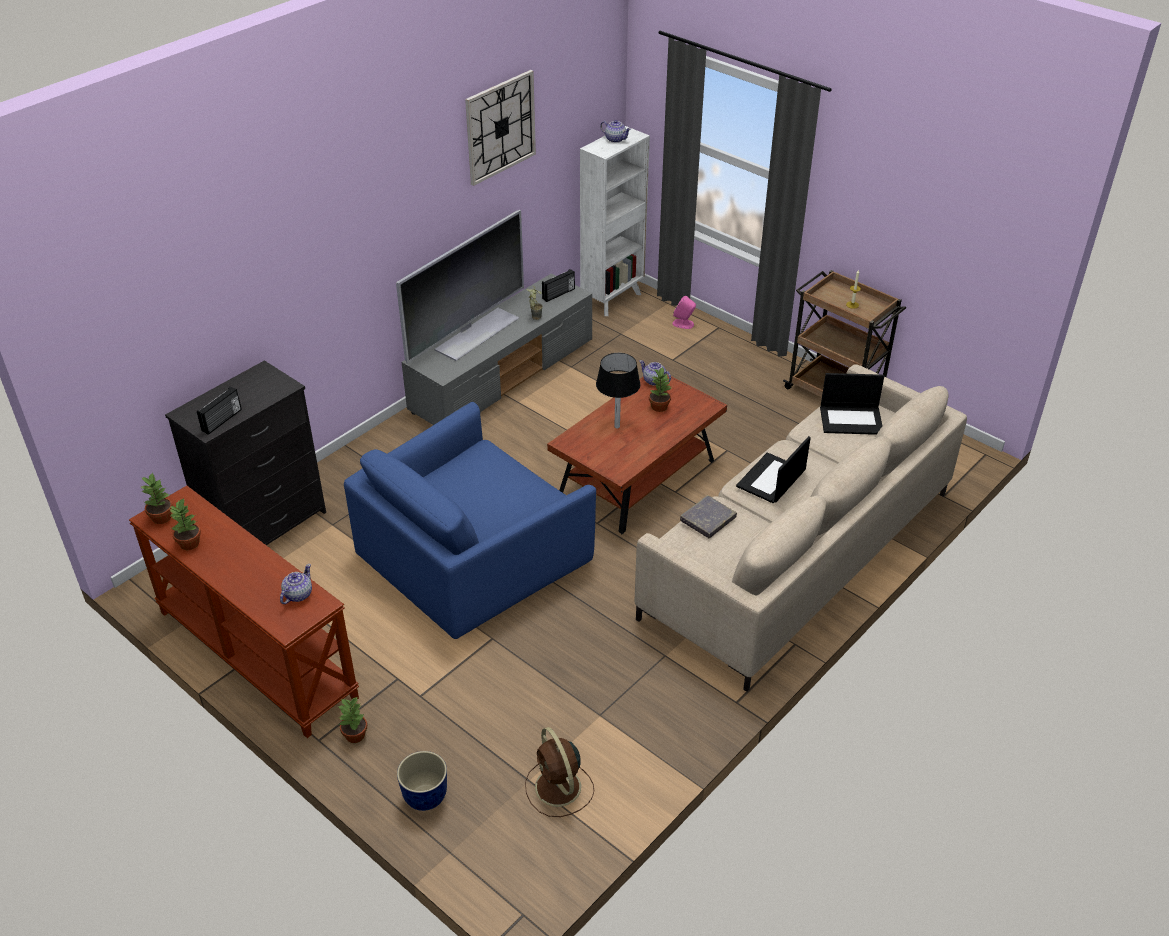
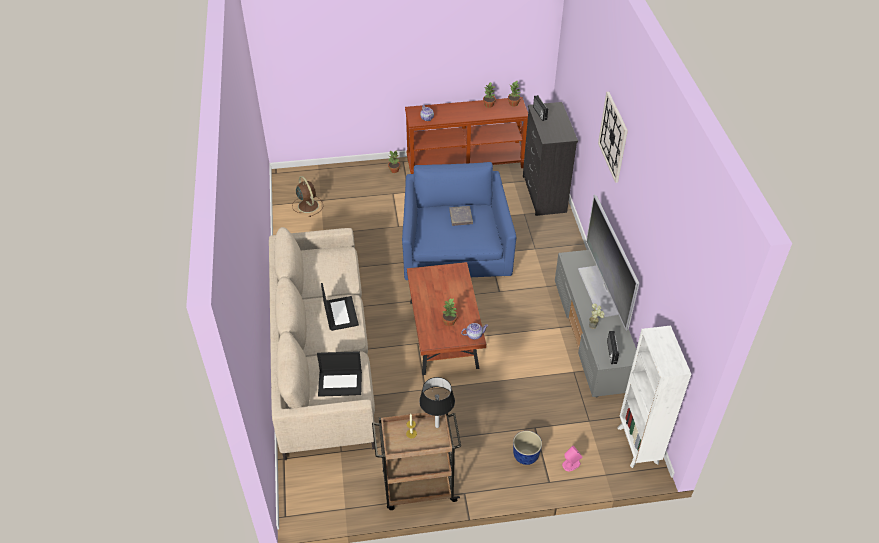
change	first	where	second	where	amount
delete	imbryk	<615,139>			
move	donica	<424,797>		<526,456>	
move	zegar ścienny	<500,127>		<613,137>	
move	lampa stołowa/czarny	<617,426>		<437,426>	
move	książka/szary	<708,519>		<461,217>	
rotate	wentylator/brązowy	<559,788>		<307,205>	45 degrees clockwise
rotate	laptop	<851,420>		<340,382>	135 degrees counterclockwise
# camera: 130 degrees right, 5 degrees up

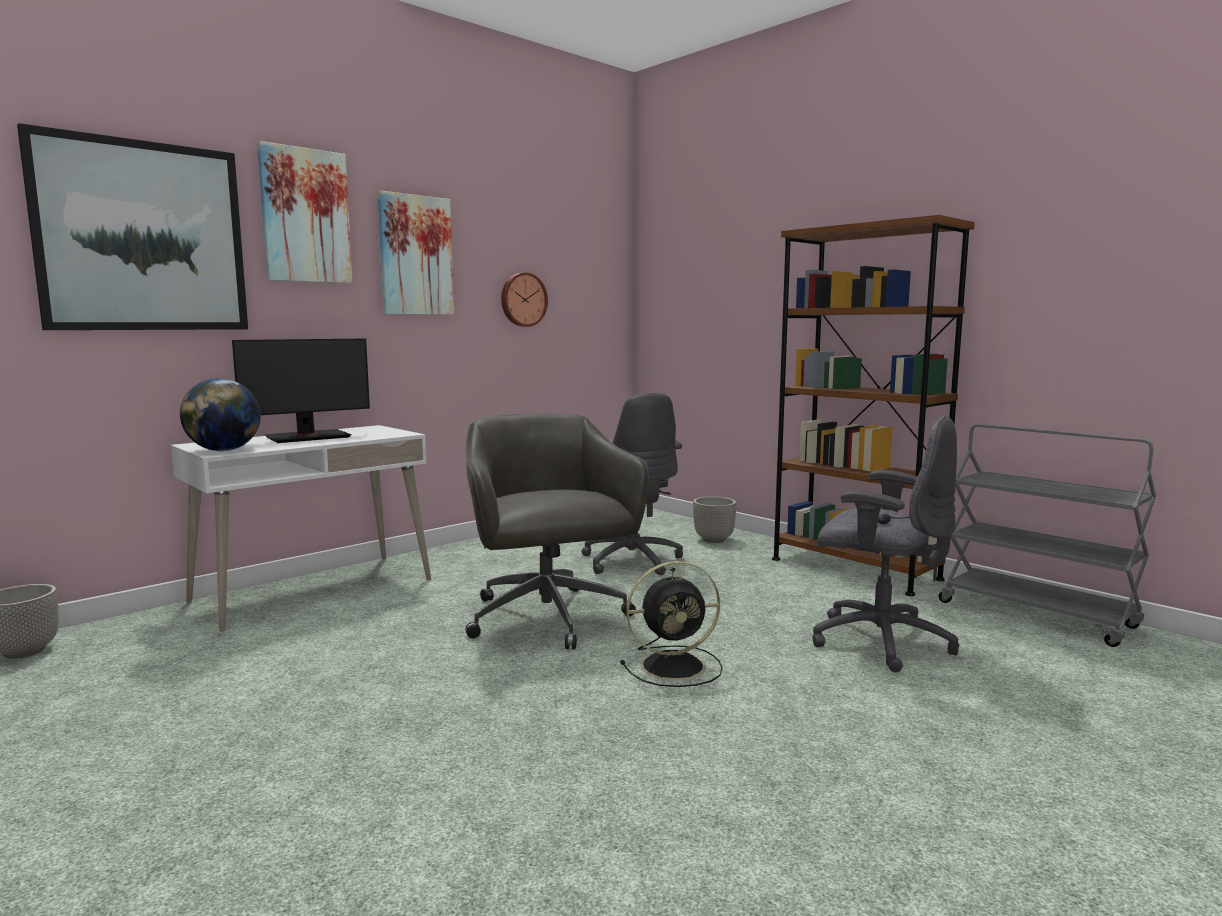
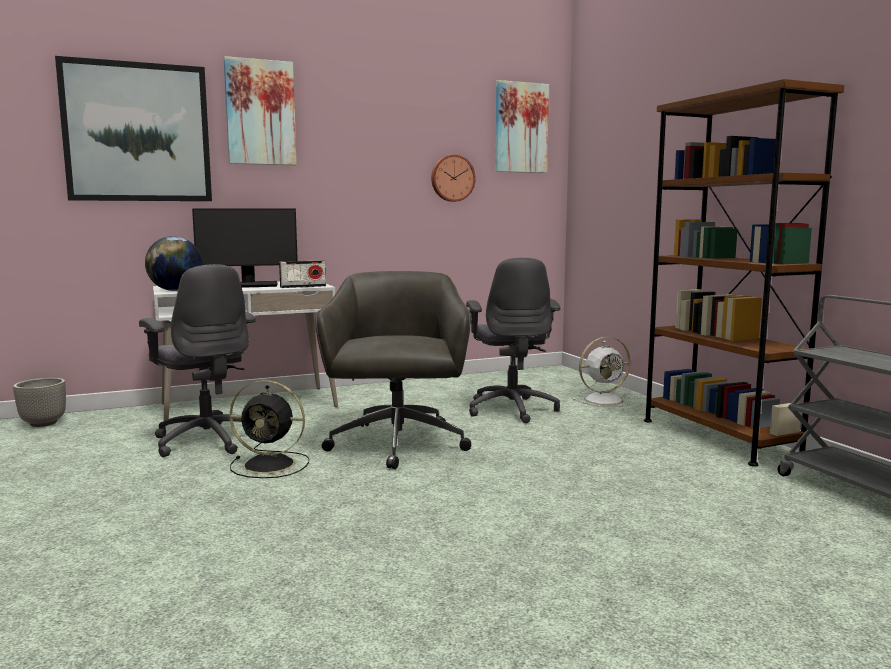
change	first	where	second	where	amount
insert			radio	<303,287>	
move	obraz	<415,255>		<520,128>	
move	wentylator/czarny	<676,666>		<271,465>	
move	krzesło biurowe/szary	<878,641>		<207,440>	
replace	donica	<713,539>	wentylator/biały	<605,400>	
# camera: 20 degrees right, 0 degrees up

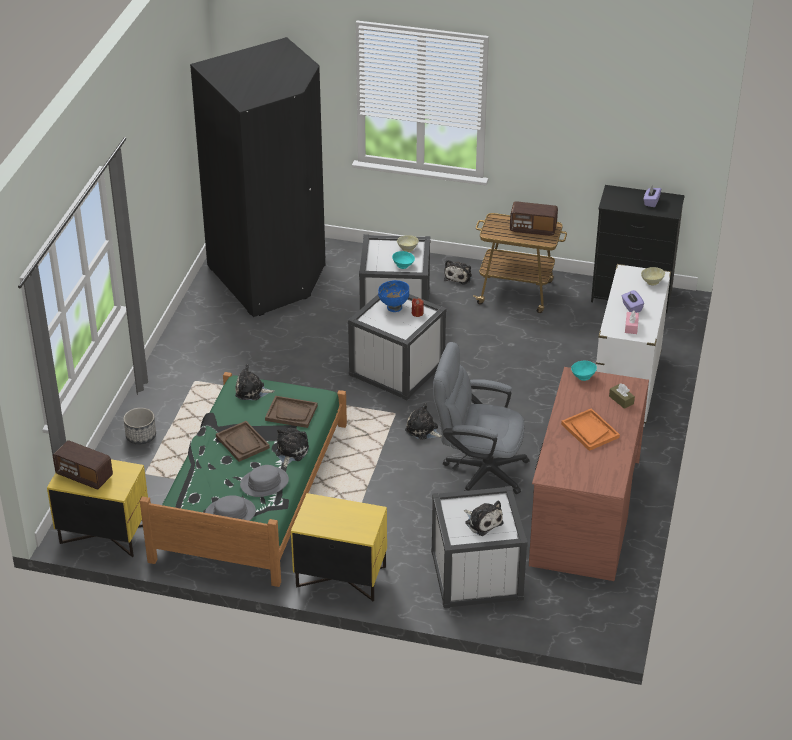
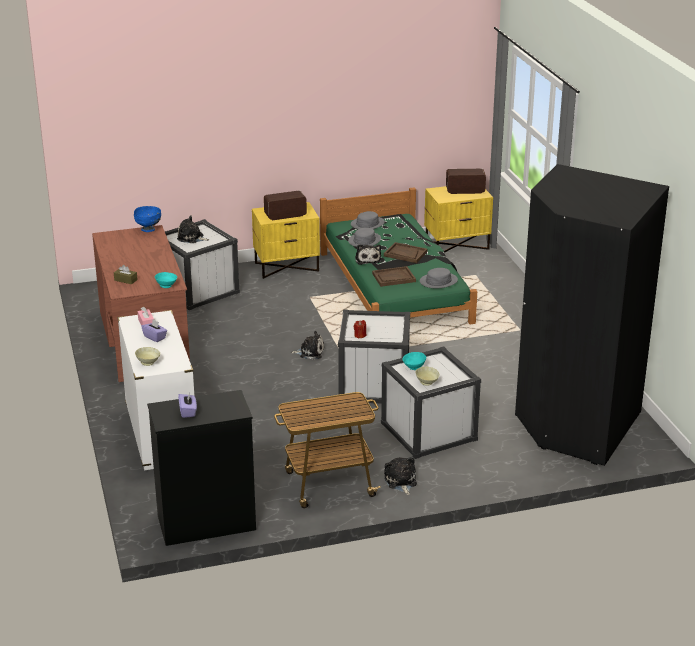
change	first	where	second	where	amount
delete	donica	<141,436>			
delete	krzesło biurowe/szary	<477,469>			
delete	taca/pomarańczowy	<589,431>			
move	miska/niebieski	<394,307>		<148,230>	
move	radio	<533,229>		<285,215>	
replace	pluszak	<252,391>	kapelusz/szary	<438,281>	
# camera: 150 degrees right, 10 degrees down

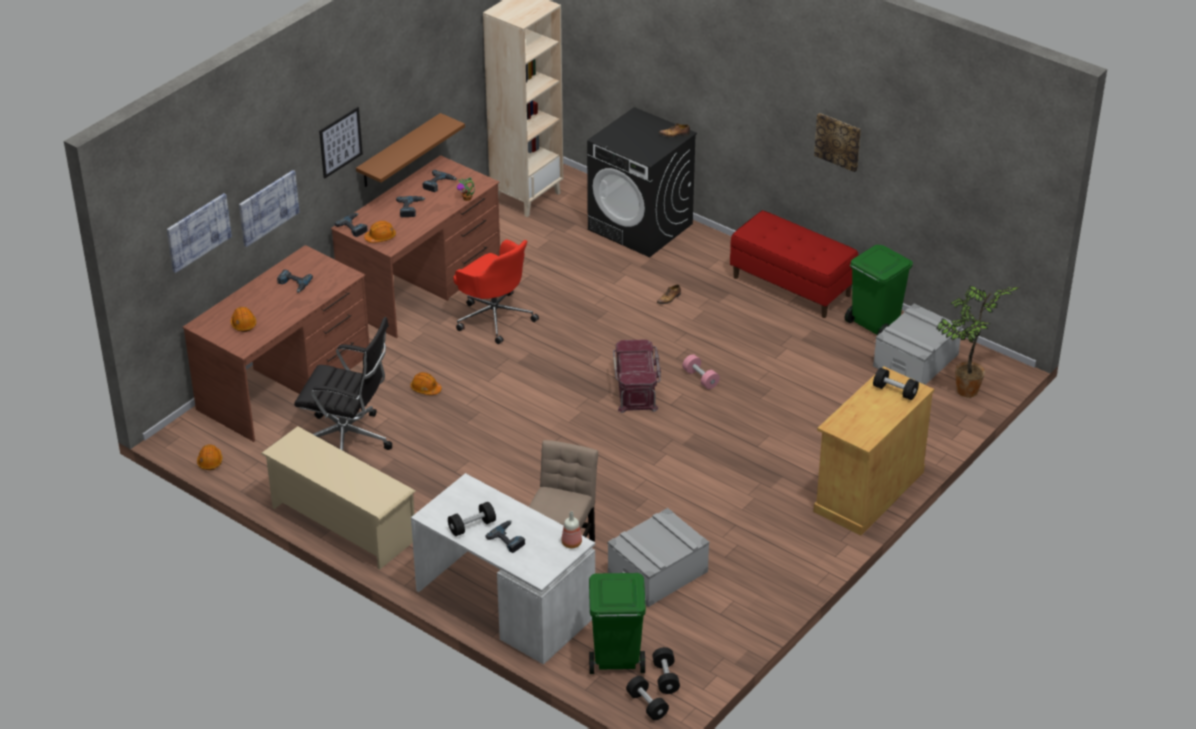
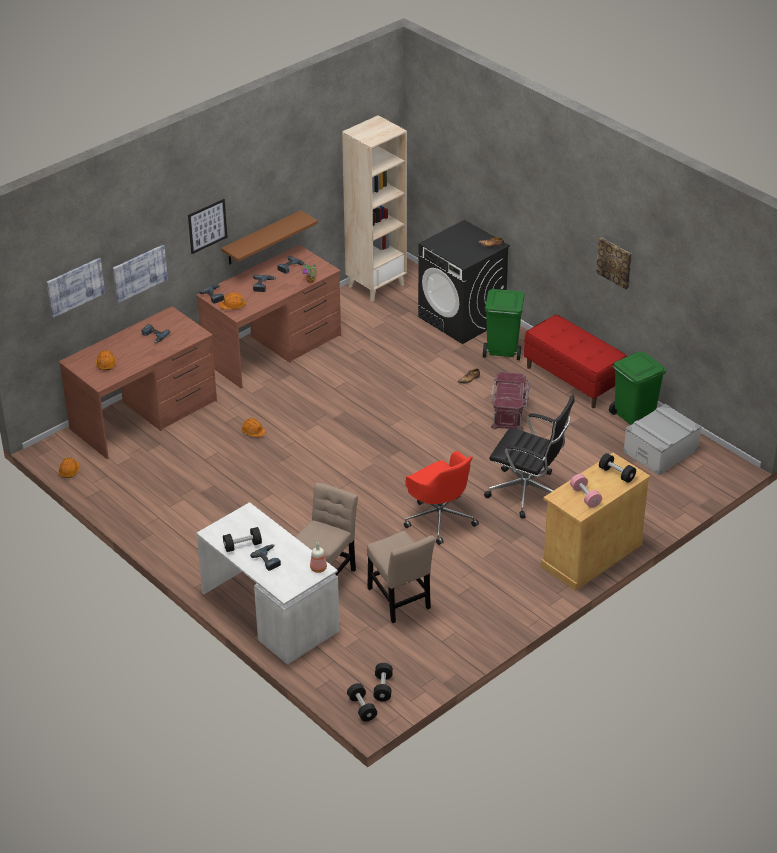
change	first	where	second	where	amount
delete	regał na buty/beżowy	<342,524>			
delete	roślina doniczkowa	<965,392>			
move	krzesło biurowe/czarny	<348,441>		<527,493>	
move	krzesło biurowe/czerwony	<494,317>		<439,518>	
move	kosz na śmieci/zielony	<616,660>		<502,352>	
move	pojemnik do przechowywania/czerwony	<636,388>		<509,412>	
move	hantel/różowy	<700,378>		<585,497>	
replace	pojemnik do przechowywania/szary	<657,572>	krzesło/beżowy	<400,601>	
# camera: 10 degrees right, 0 degrees up

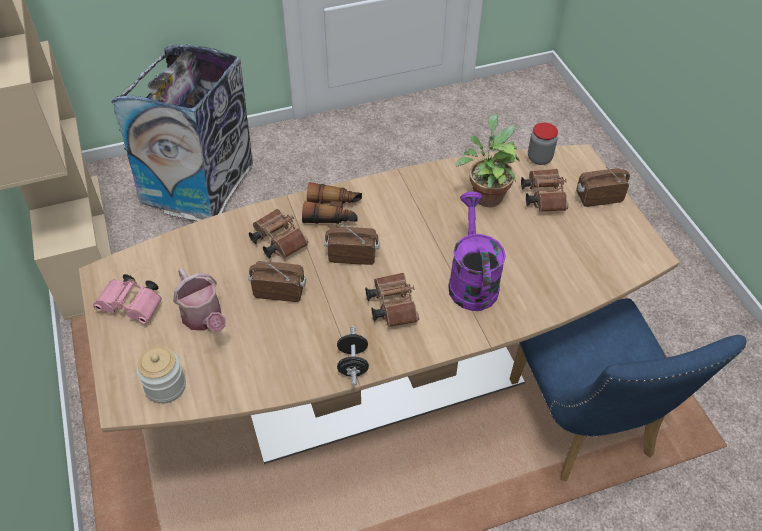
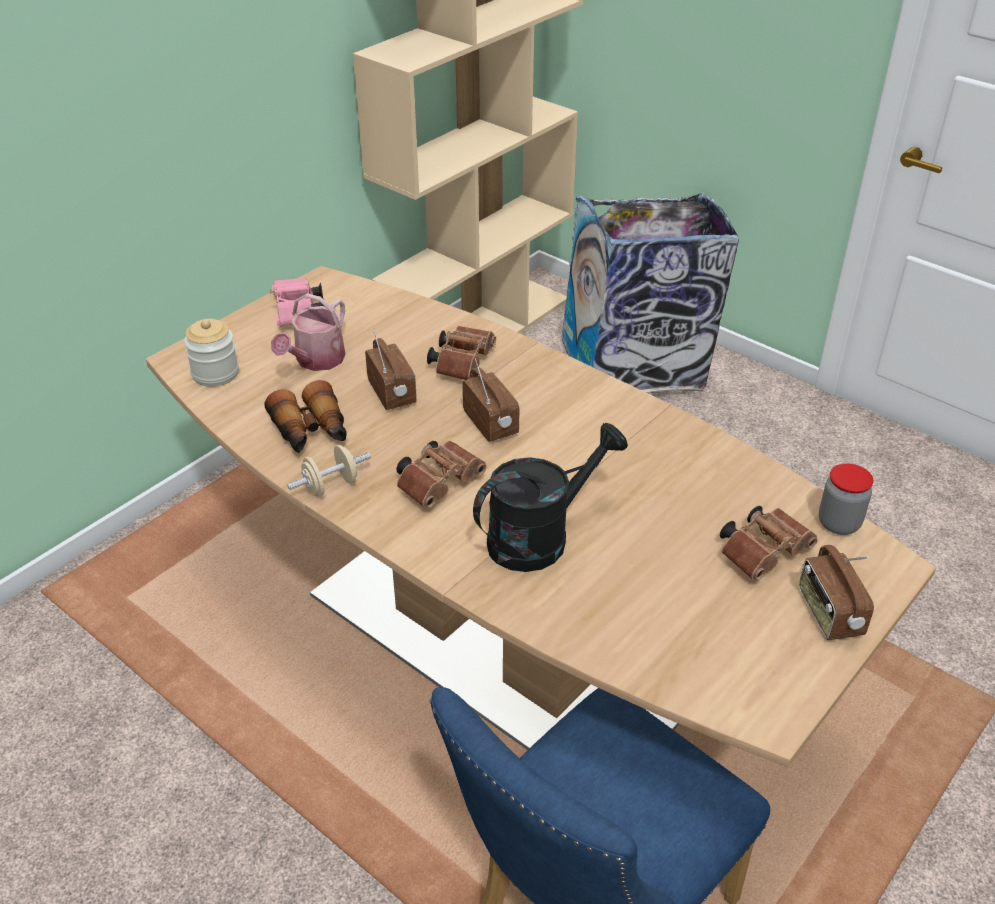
change	first	where	second	where	amount
delete	roślina doniczkowa	<486,194>			
move	lornetka	<333,212>		<311,432>	
recolor	hantel/czarny	<353,363>	hantel/beżowy	<331,485>	
recolor	konewka/fioletowy	<471,280>	konewka/czarny	<540,536>	
rotate	radio	<598,197>		<828,614>	150 degrees counterclockwise
# camera: 60 degrees right, 10 degrees down

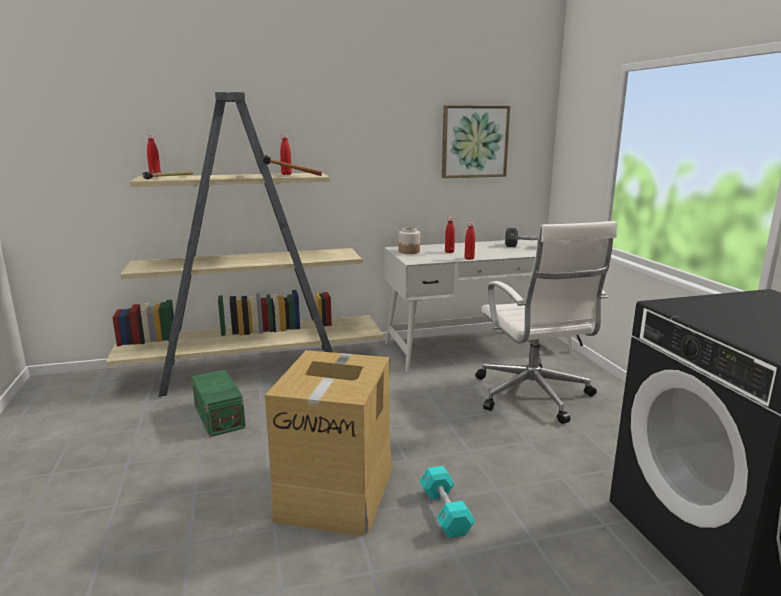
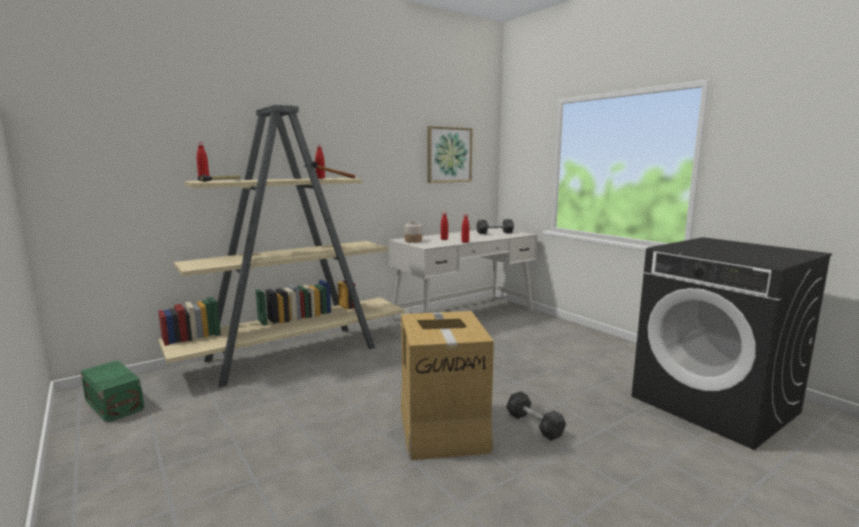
change	first	where	second	where	amount
delete	krzesło biurowe/biały	<533,396>			
move	pojemnik do przechowywania/zielony	<218,417>		<113,405>	
recolor	hantel/turkusowy	<445,512>	hantel/czarny	<534,425>	
# camera: 20 degrees left, 5 degrees down

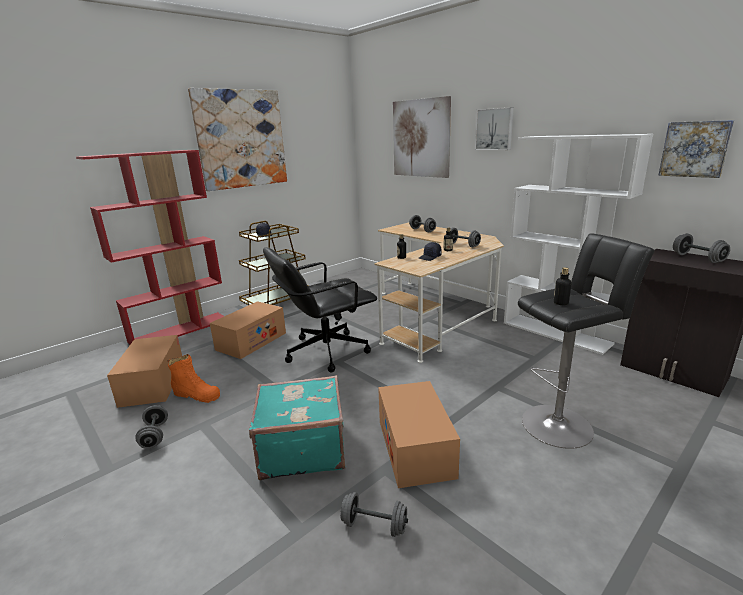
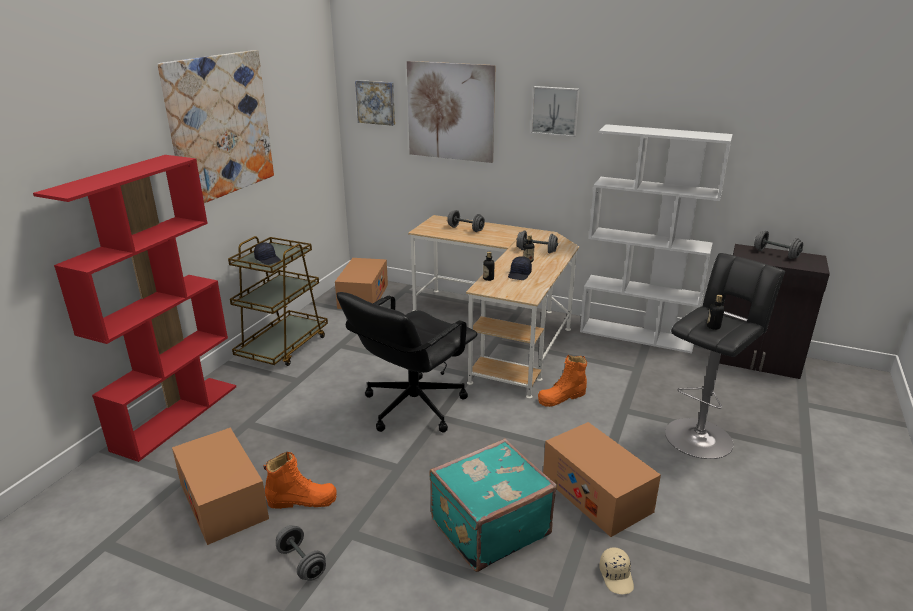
change	first	where	second	where	amount
insert			but z cholewką/pomarańczowy	<562,397>	
move	karton	<251,341>		<363,296>	
move	obraz	<695,149>		<376,102>	
replace	hantel/szary	<374,525>	czapka z daszkiem/beżowy	<617,576>	
# camera: 25 degrees left, 5 degrees up

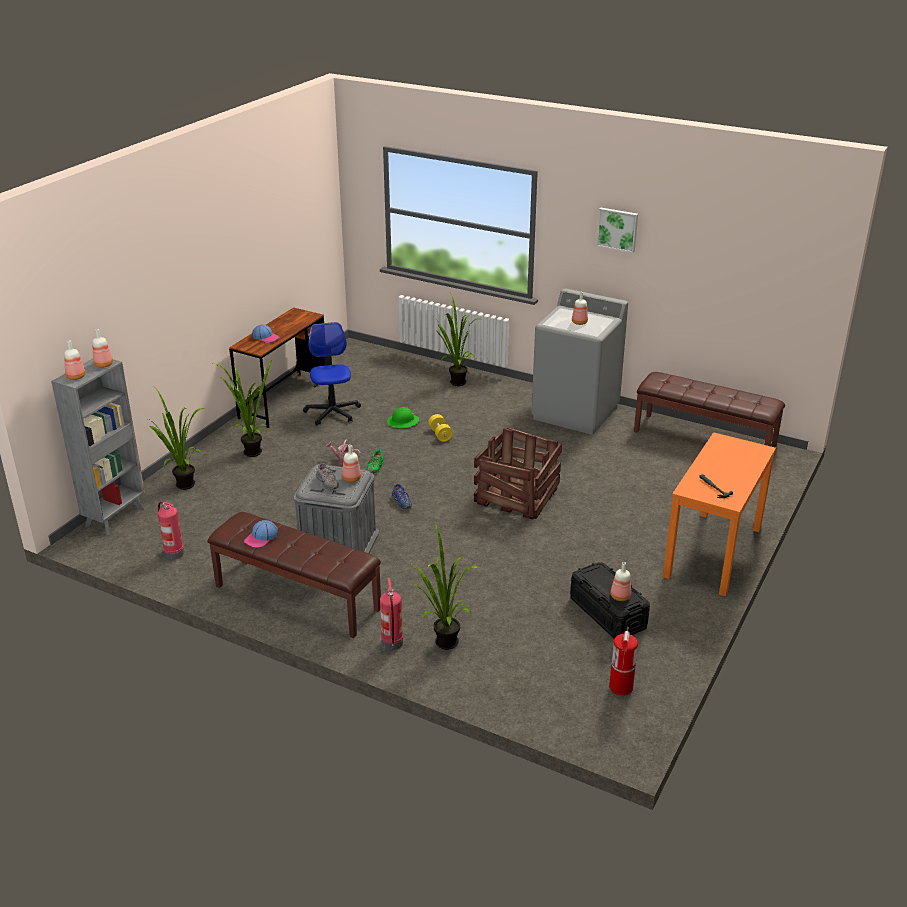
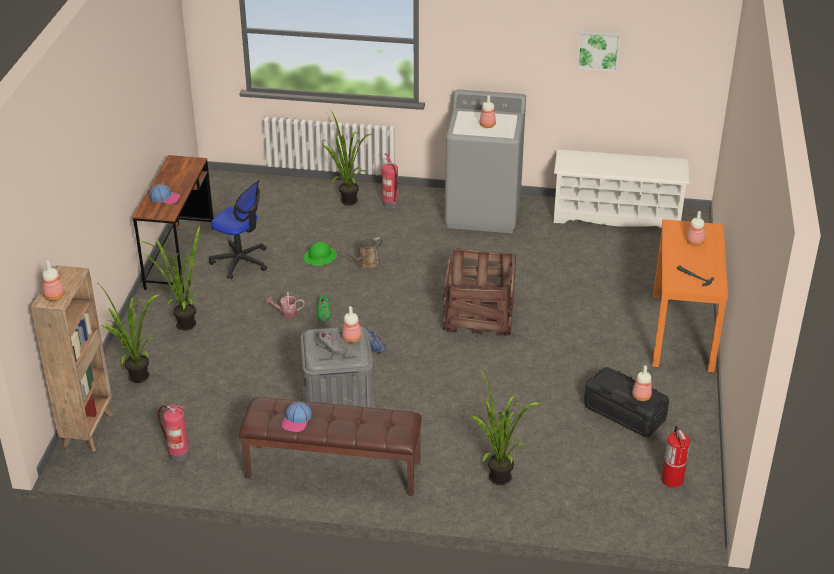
change	first	where	second	where	amount
move	butelka	<104,364>		<695,242>	
move	gaśnica	<392,643>		<391,204>	
move	obraz	<617,229>		<598,50>	
replace	hantel/żółty	<440,434>	konewka/brązowy	<366,264>	
replace	ławka/brązowy	<704,438>	regał na buty/biały	<617,216>	
recolor	regał/szary	<116,517>	regał/brązowy	<88,429>	
rotate	krzesło biurowe	<332,412>		<240,261>	150 degrees clockwise
# camera: 20 degrees left, 5 degrees up

